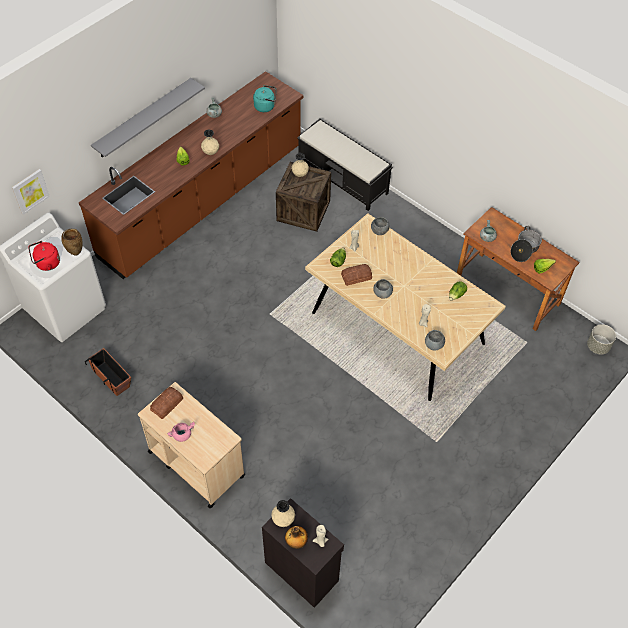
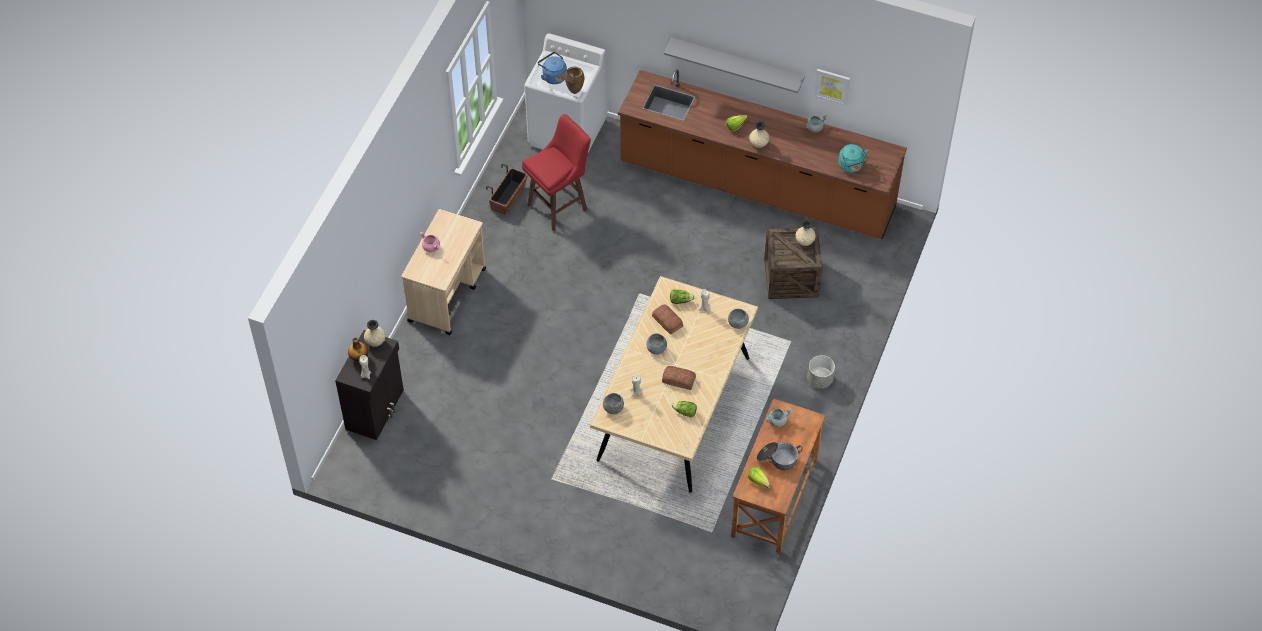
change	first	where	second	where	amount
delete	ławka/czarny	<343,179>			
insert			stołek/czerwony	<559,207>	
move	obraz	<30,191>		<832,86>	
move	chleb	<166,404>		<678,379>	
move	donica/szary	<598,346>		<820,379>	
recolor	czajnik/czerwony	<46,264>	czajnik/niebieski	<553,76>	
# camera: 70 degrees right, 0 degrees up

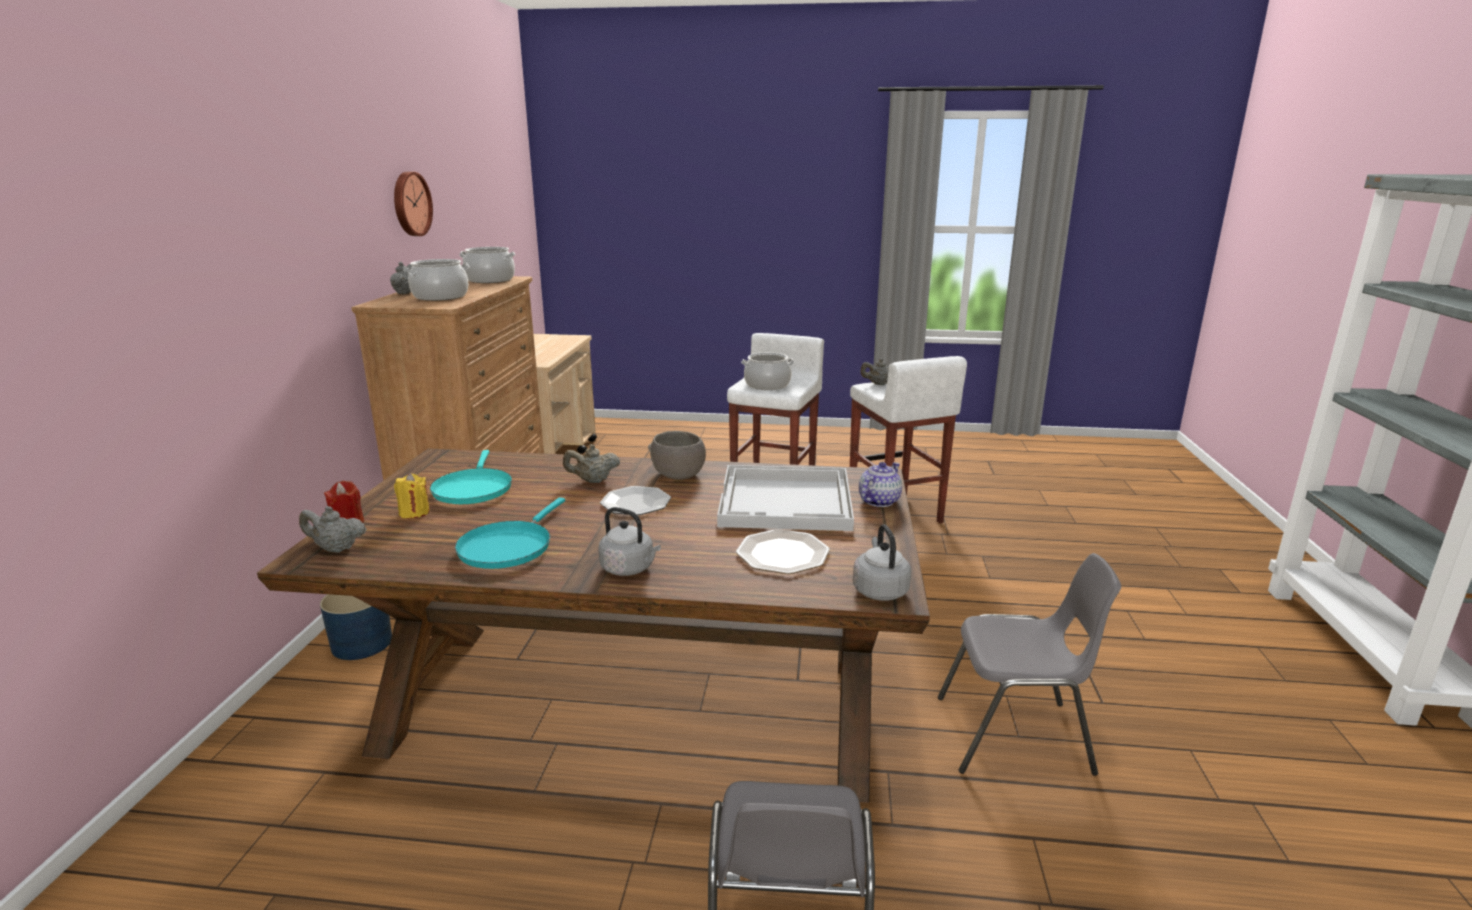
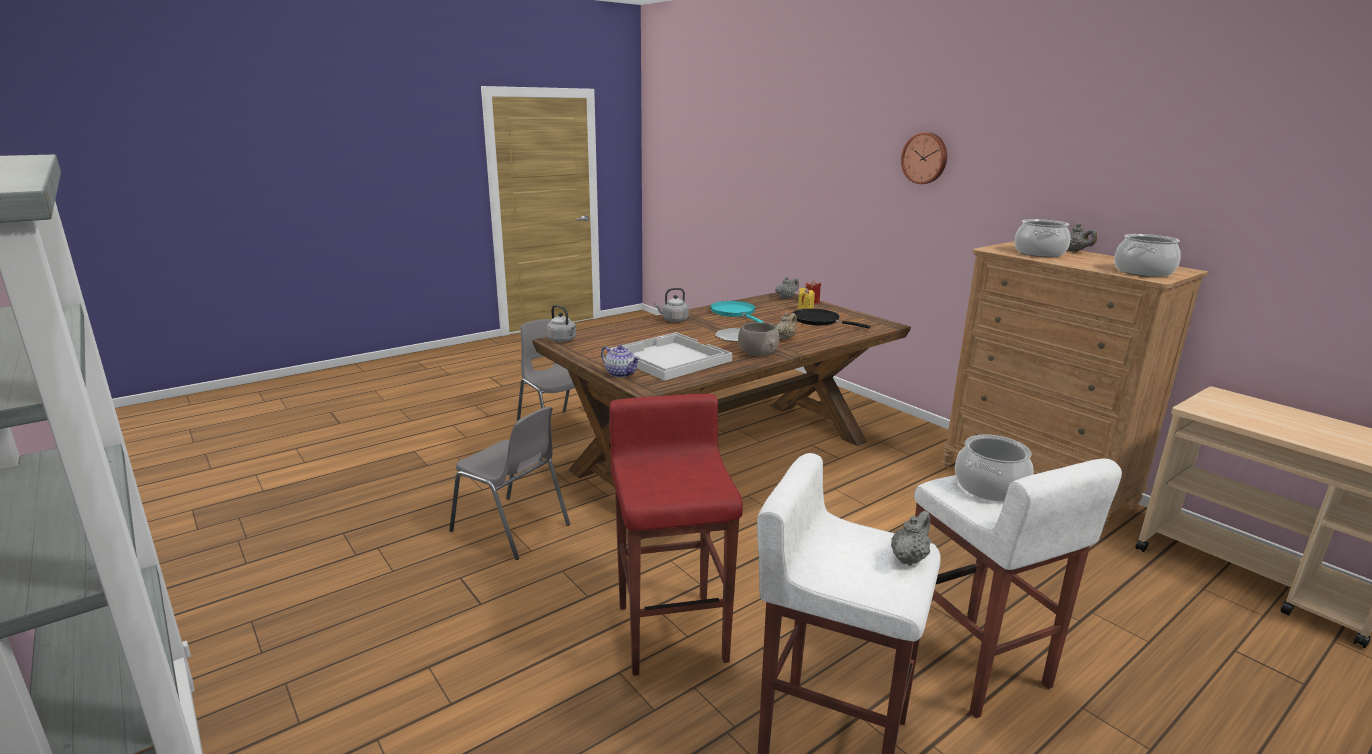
change	first	where	second	where	amount
delete	donica/niebieski	<362,643>			
delete	talerz	<783,553>			
insert			stołek/czerwony	<673,630>	
move	zegar ścienny	<410,204>		<925,158>	
recolor	patelnia/turkusowy	<473,489>	patelnia/czarny	<819,321>	
rotate	imbryk	<878,501>		<621,374>	45 degrees counterclockwise
rotate	krzesło/szary	<1016,736>		<512,528>	105 degrees counterclockwise
# camera: 135 degrees right, 0 degrees up

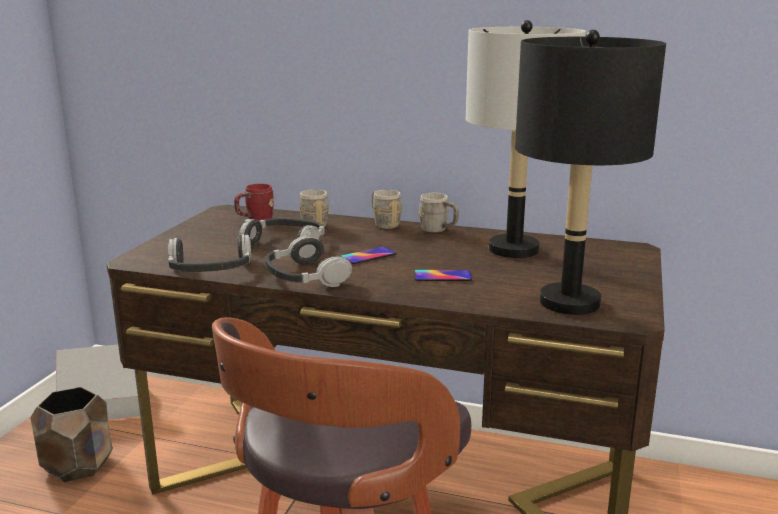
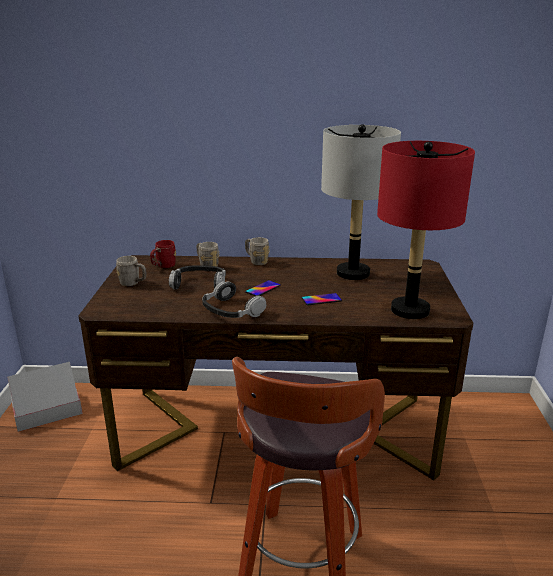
change	first	where	second	where	amount
delete	donica/brązowy	<79,465>			
delete	słuchawki	<211,268>			
move	kubek/szary	<438,230>		<133,283>	
recolor	lampa stołowa/czarny	<570,303>	lampa stołowa/czerwony	<410,310>	
# camera: 15 degrees left, 5 degrees up

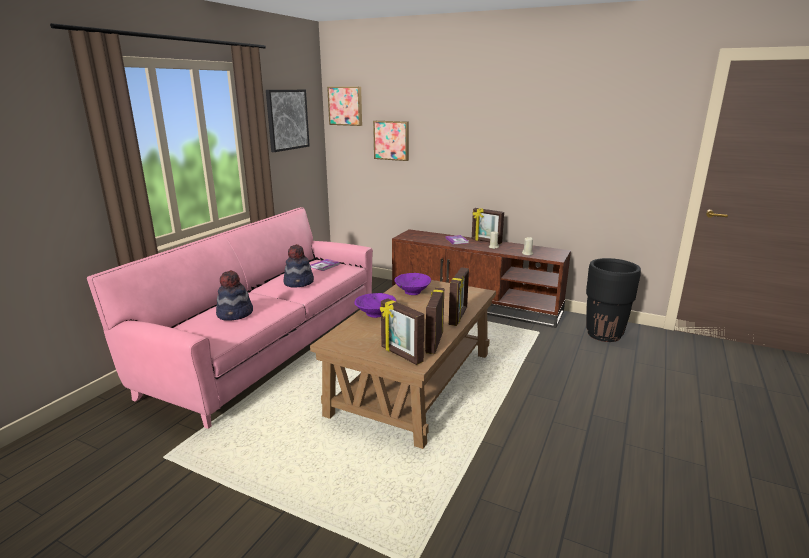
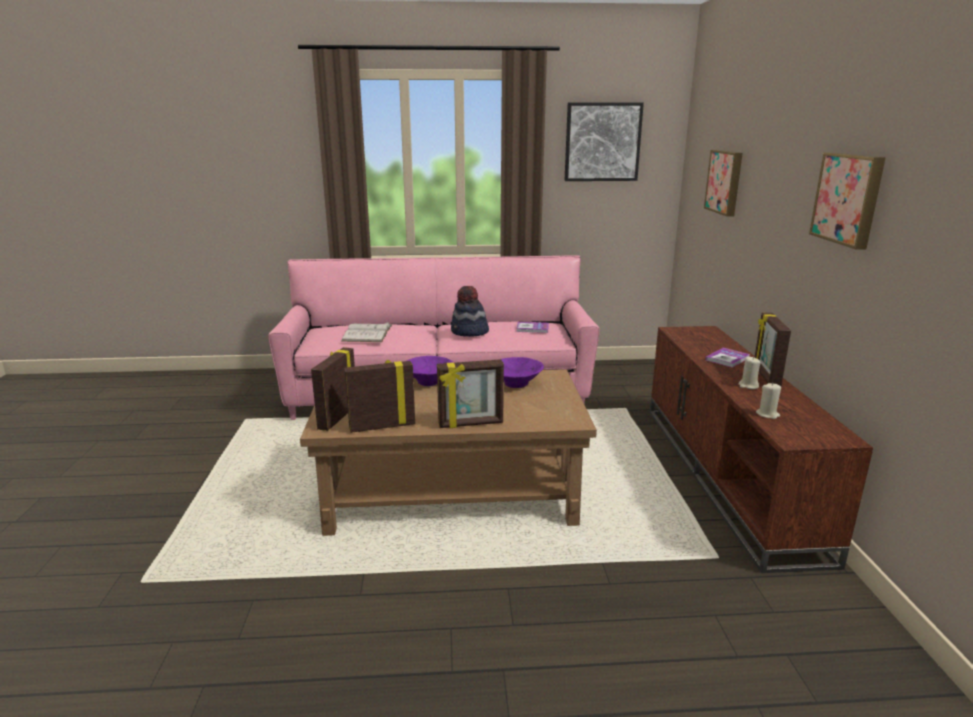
change	first	where	second	where	amount
delete	donica/czarny	<604,335>			
move	obraz	<346,106>		<849,199>	
replace	kapelusz	<235,314>	książka/biały	<367,333>	
# camera: 60 degrees right, 0 degrees up

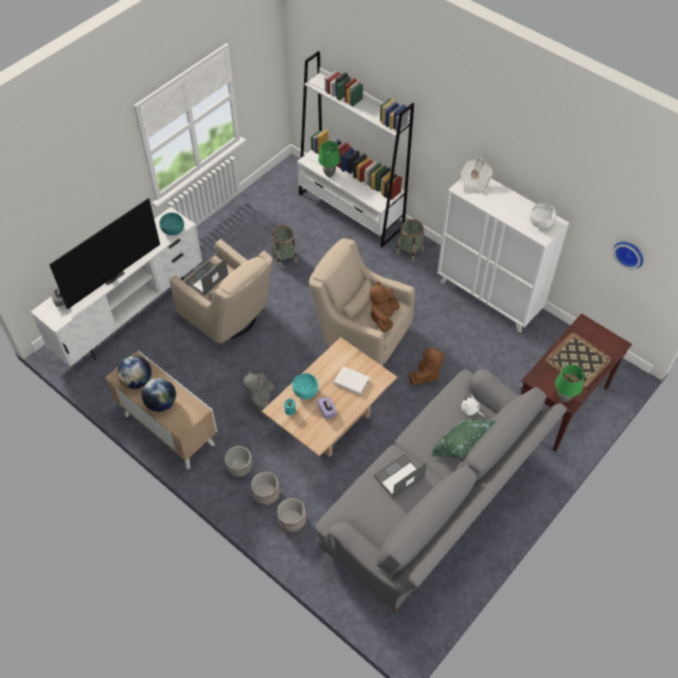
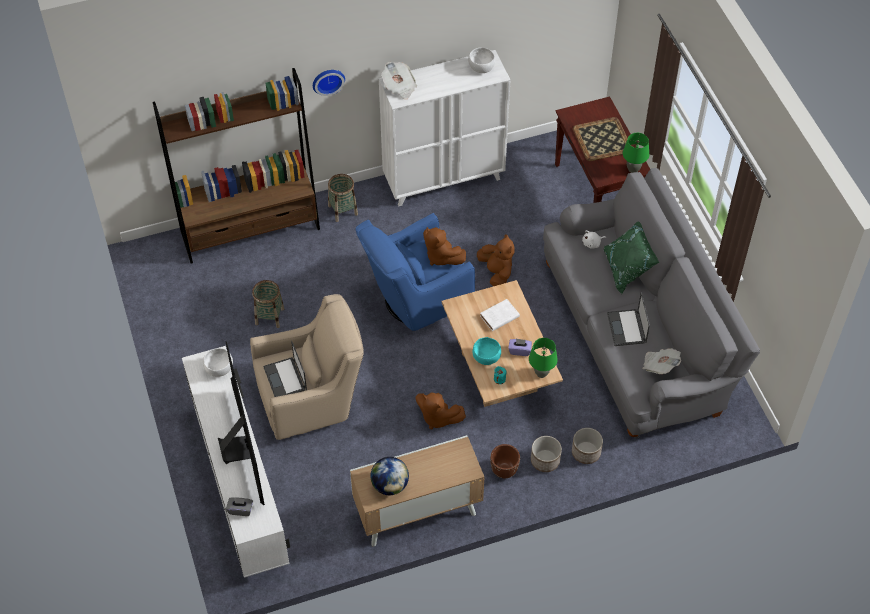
change	first	where	second	where	amount
delete	globus	<161,403>			
insert			gazeta	<659,365>	
move	lampa stołowa/zielony	<329,174>		<541,373>	
move	zegar ścienny	<629,253>		<327,80>	
recolor	miska/turkusowy	<173,230>	miska/biały	<219,368>	
recolor	donica/szary	<239,469>	donica/brązowy	<504,470>	
recolor	pluszak/szary	<261,401>	pluszak/brązowy	<437,417>	
recolor	regał/biały	<351,211>	regał/brązowy	<251,230>	
recolor	fotel/beżowy	<360,334>	fotel/niebieski	<415,300>	
# camera: 60 degrees left, 0 degrees up

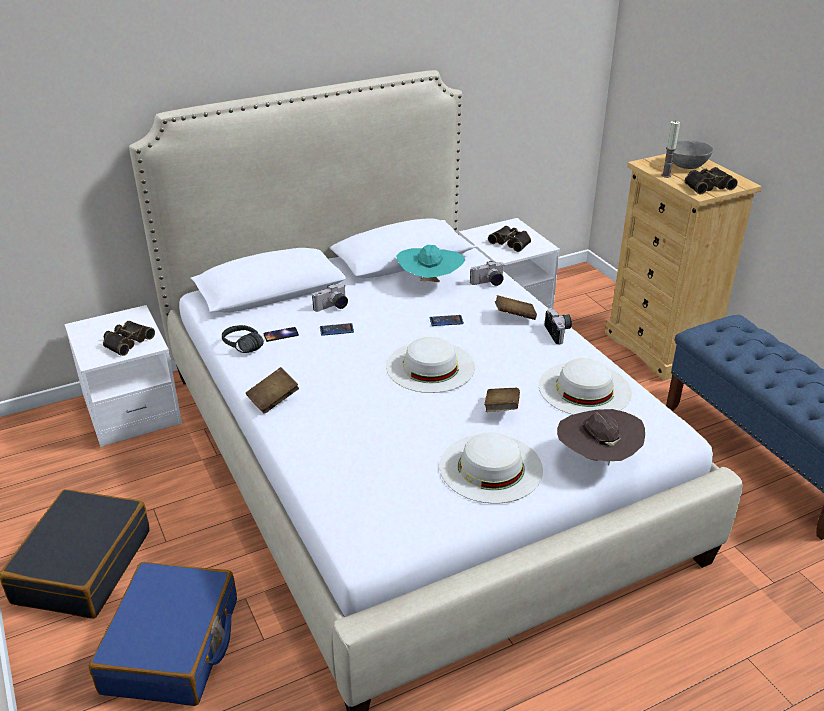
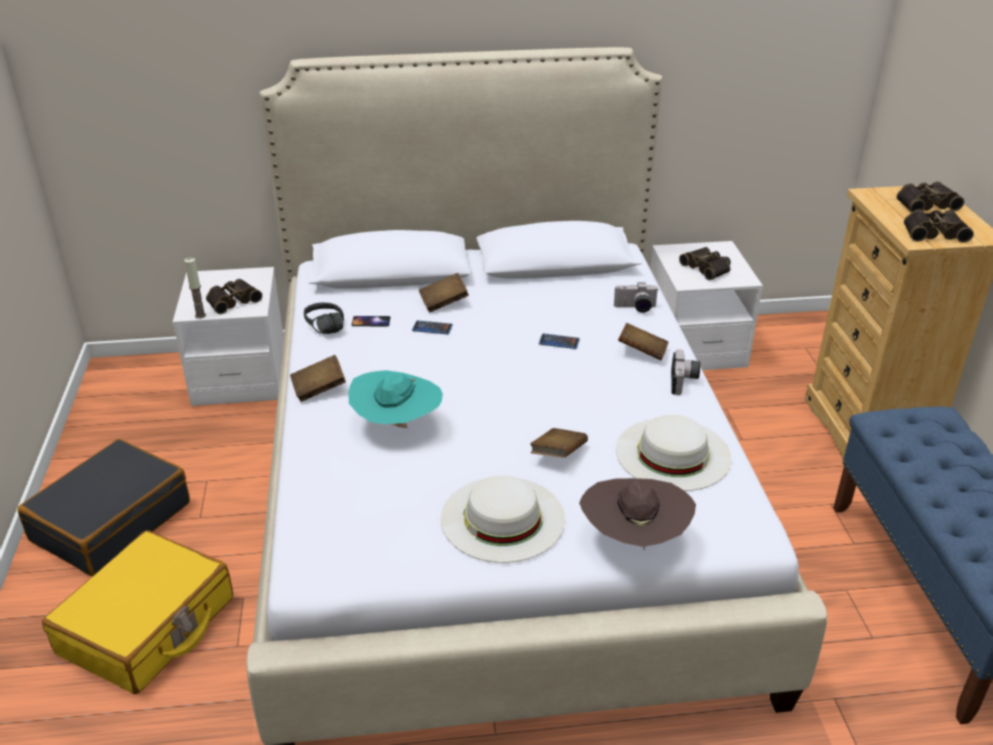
change	first	where	second	where	amount
delete	kapelusz/biały	<430,366>			
move	kapelusz/turkusowy	<430,283>		<397,425>	
move	świeca	<666,175>		<200,315>	
replace	aparat fotograficzny	<332,307>	książka/brązowy	<443,303>	
replace	miska/szary	<687,165>	lornetka	<924,203>	
recolor	walizka/niebieski	<172,646>	walizka/żółty	<148,626>	
# camera: 20 degrees right, 0 degrees up

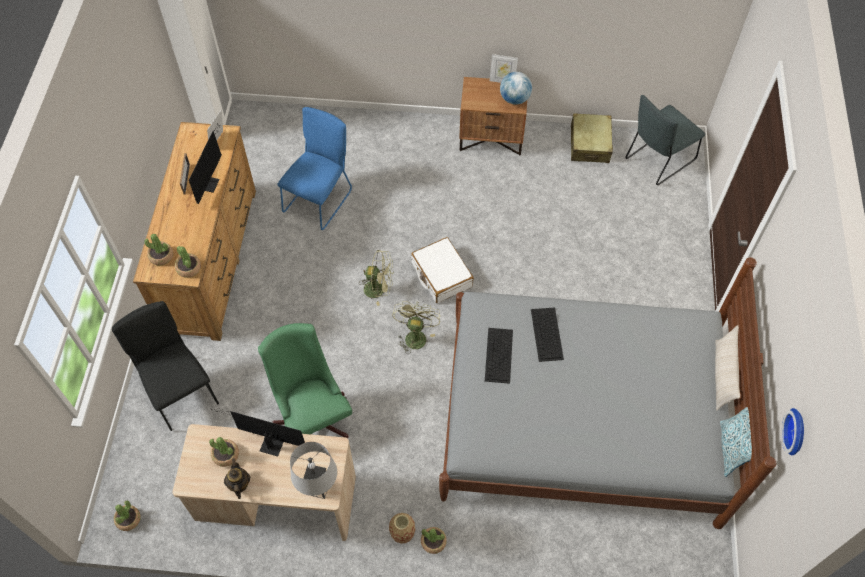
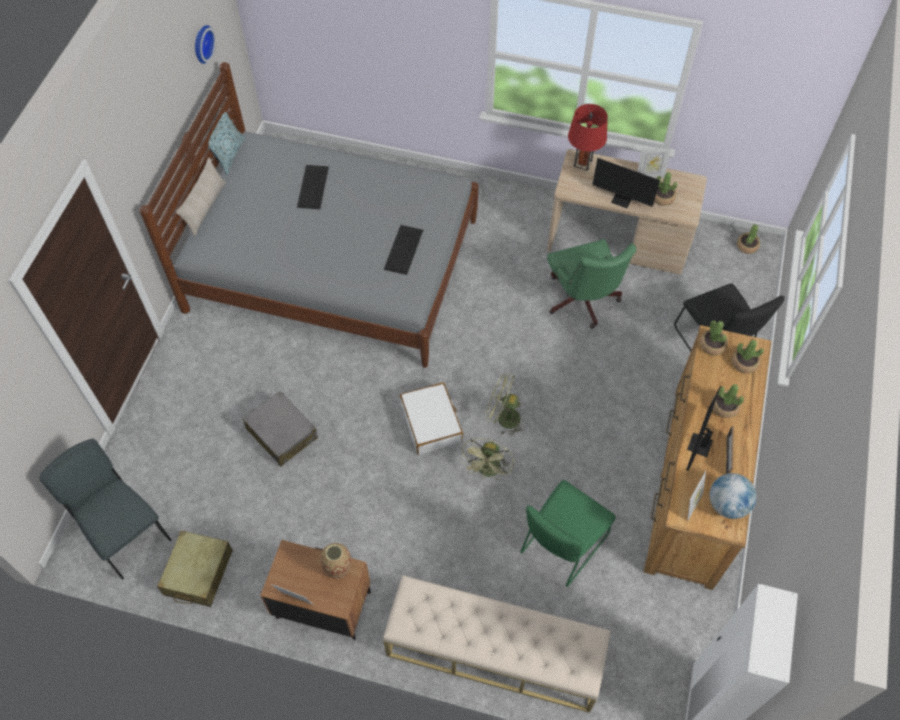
change	first	where	second	where	amount
insert			walizka/szary	<282,433>	
insert			ławka/beżowy	<493,652>	
move	wazon	<402,533>		<338,568>	
move	wentylator/zielony	<415,335>		<488,471>	
move	roślina doniczkowa	<433,541>		<724,407>	
move	globus	<514,99>		<727,504>	
move	klawiatura	<547,334>		<312,186>	
replace	imbryk	<239,484>	ramka na zdjęcie	<650,175>	
recolor	krzesło/niebieski	<320,199>	krzesło/zielony	<561,546>	
recolor	lampa stołowa/szary	<318,489>	lampa stołowa/czerwony	<582,163>	
rotate	krzesło/szary	<657,161>		<124,532>	105 degrees counterclockwise
# camera: 170 degrees left, 0 degrees up

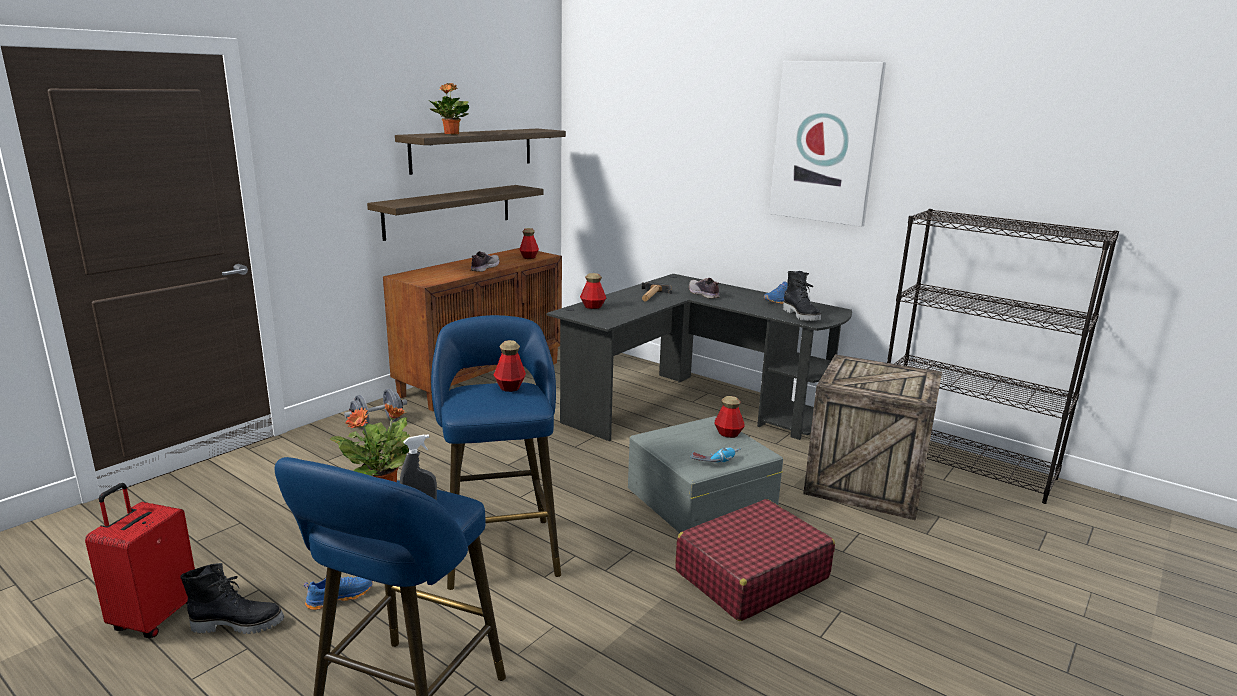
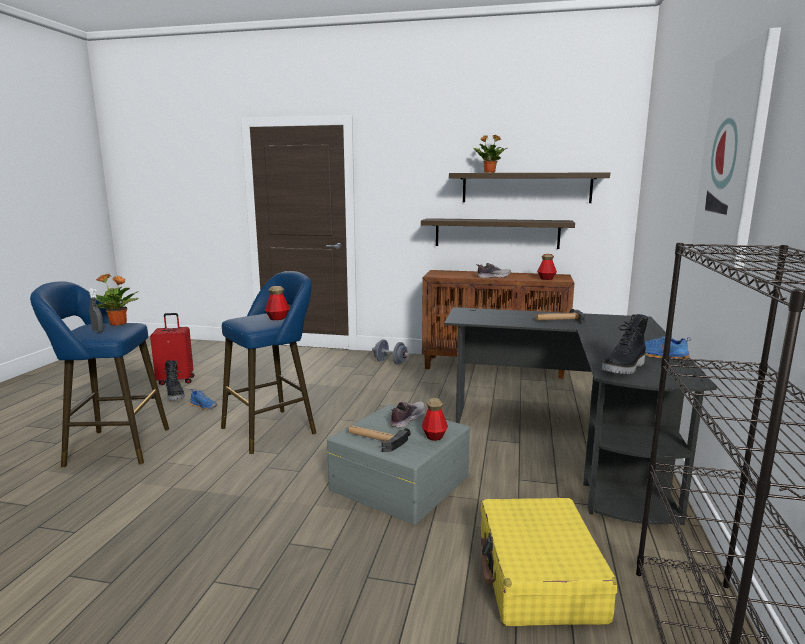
change	first	where	second	where	amount
delete	butelka	<593,307>			
delete	walizka/czerwony	<751,575>			
move	but	<703,294>		<406,419>	
replace	wiertarka	<716,460>	młotek	<375,439>	
replace	skrzynka	<866,483>	walizka/żółty	<538,576>	
# camera: 65 degrees right, 5 degrees down

